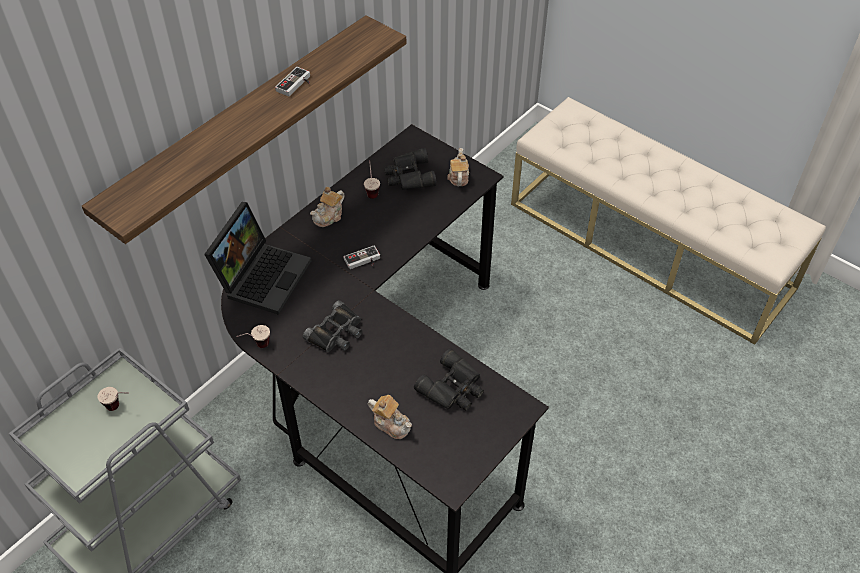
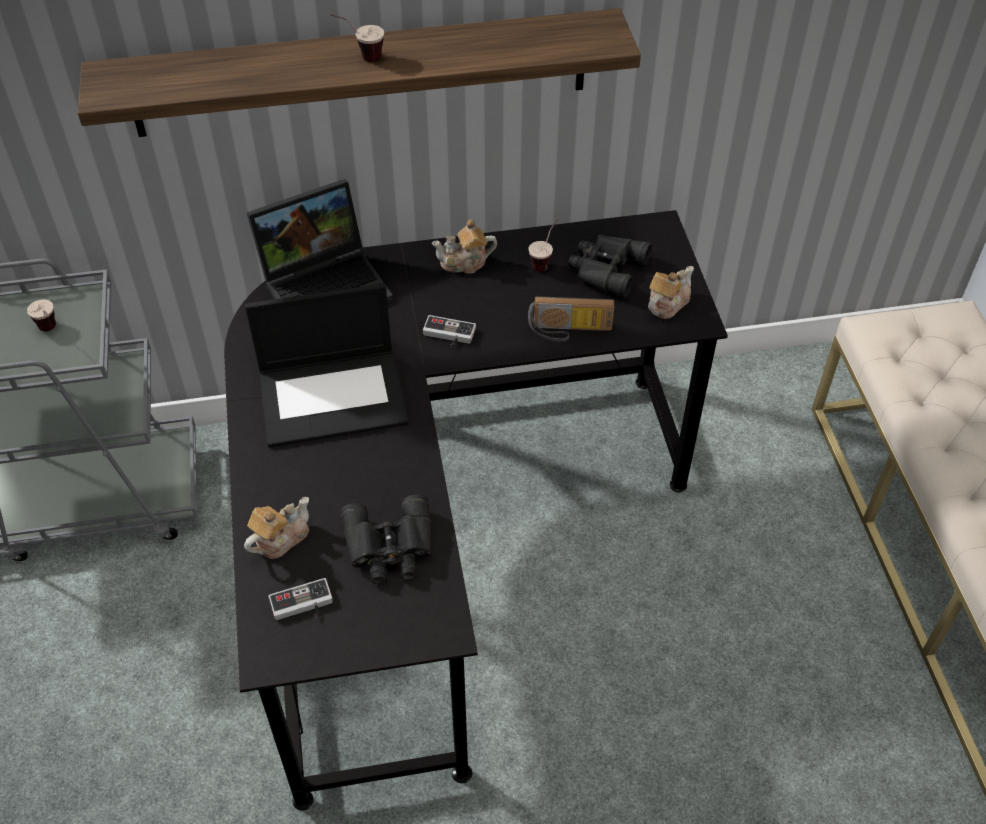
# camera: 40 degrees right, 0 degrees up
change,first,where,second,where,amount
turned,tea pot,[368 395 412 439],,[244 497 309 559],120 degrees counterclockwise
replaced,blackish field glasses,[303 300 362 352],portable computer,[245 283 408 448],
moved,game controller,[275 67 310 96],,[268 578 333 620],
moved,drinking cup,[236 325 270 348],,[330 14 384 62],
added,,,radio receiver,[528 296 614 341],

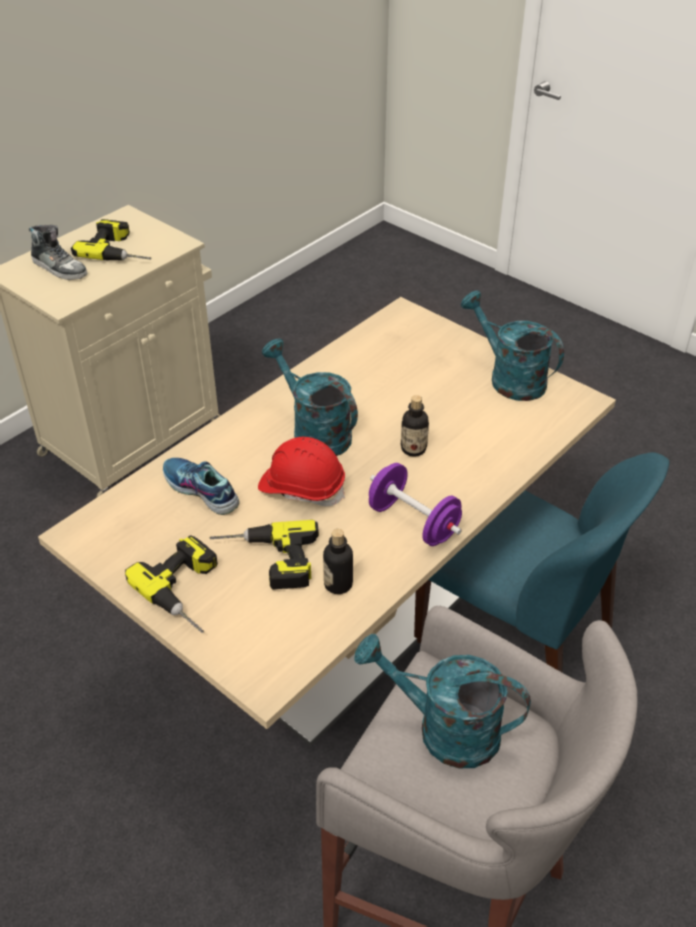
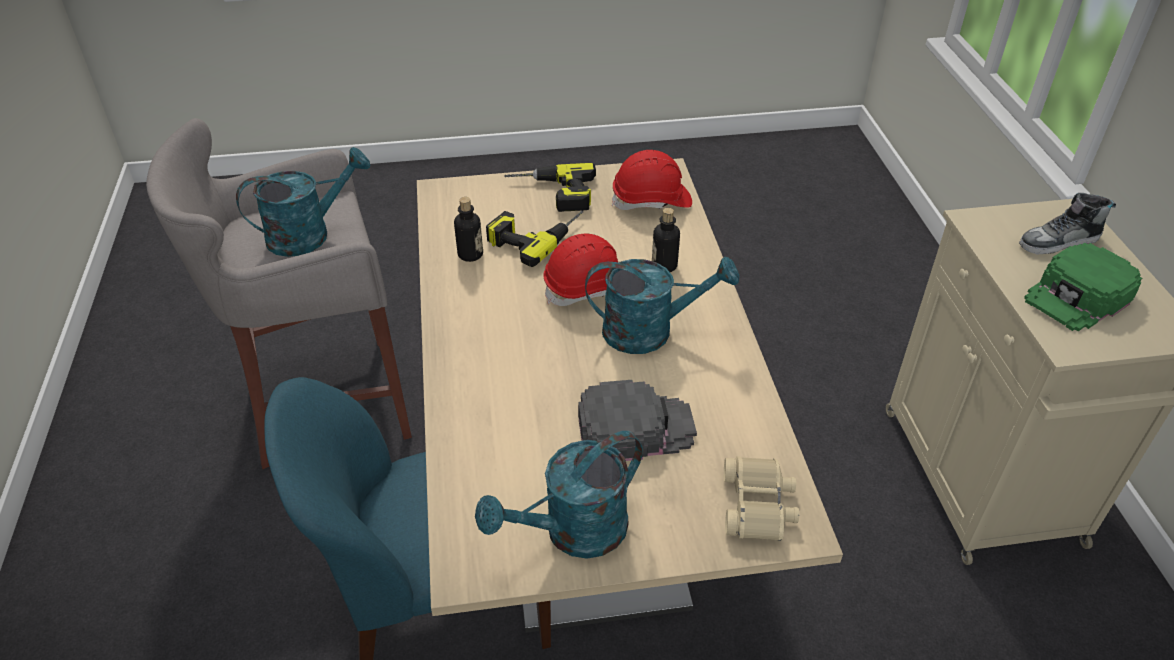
# camera: 130 degrees right, 0 degrees up
change,first,where,second,where,amount
turned,blue-green watering pot,[461 290 564 401],,[475 431 643 559],150 degrees clockwise
added,,,blackish cap,[578 380 697 461],
added,,,red safety helmet,[612 150 692 210],
moved,bottle,[401 395 429 457],,[652 208 680 272],
added,,,sand-coloured field glasses,[724 456 799 541],
replaced,power drill,[71 219 152 260],green-coloured cap,[1024 243 1142 331],
removed,item of footwear,[163 458 240 515],,,
removed,purple-coloured hand weight,[369 463 462 546],,,

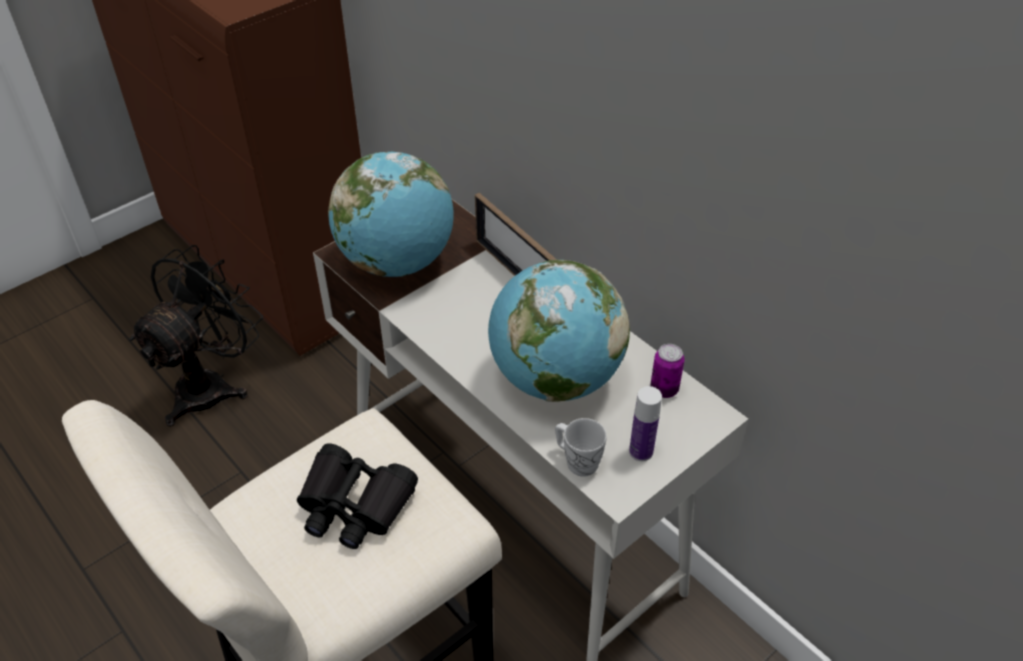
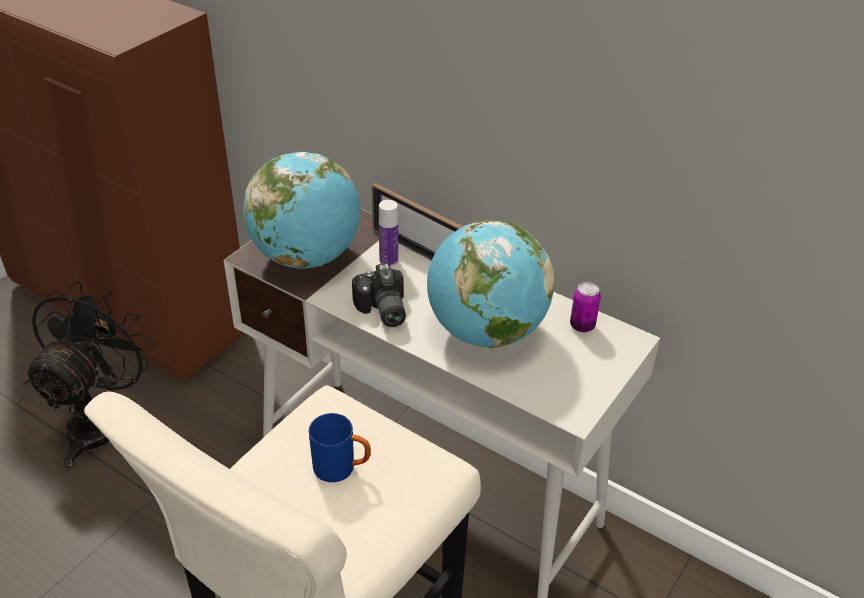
# camera: 15 degrees left, 5 degrees down
change,first,where,second,where,amount
replaced,blackish field glasses,[297 443 418 549],bluish coffee mug,[309 413 371 482],
added,,,photo camera,[352 263 406 327],
moved,bottle,[629 386 662 461],,[379 200 398 266],
removed,white-coloured coffee mug,[555 418 607 477],,,

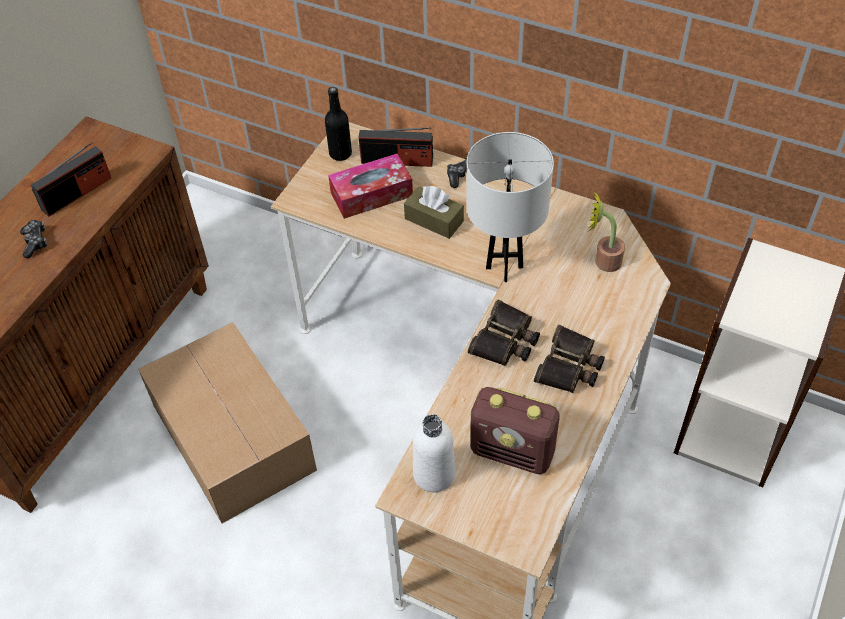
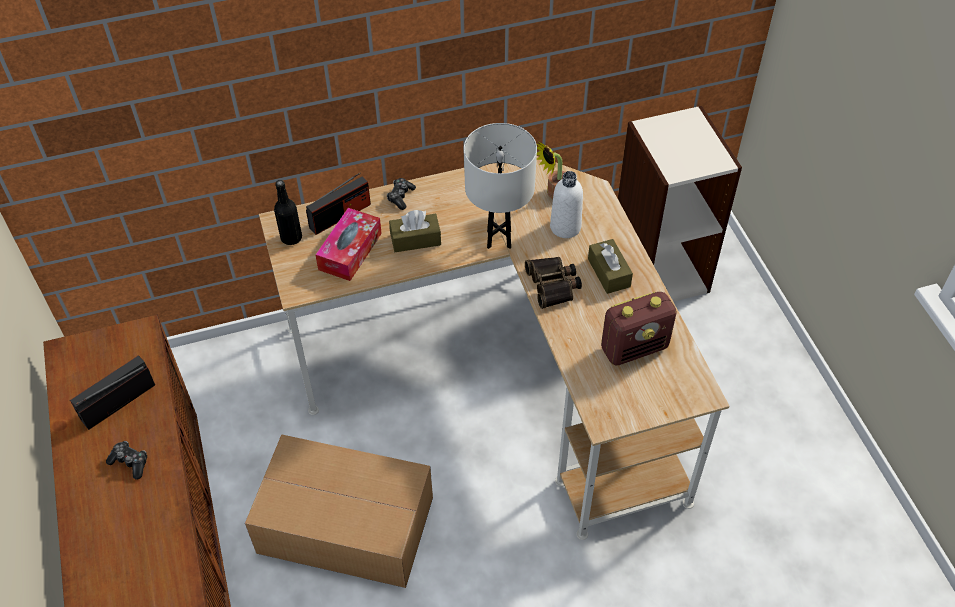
# camera: 45 degrees left, 0 degrees up
change,first,where,second,where,amount
turned,radio receiver,[31 142 111 217],,[70 355 155 430],135 degrees counterclockwise
moved,white-coloured bottle,[413 414 455 492],,[550 171 583 238],
replaced,field glasses,[534 324 605 393],brown-coloured tissue box,[588 239 633 294],

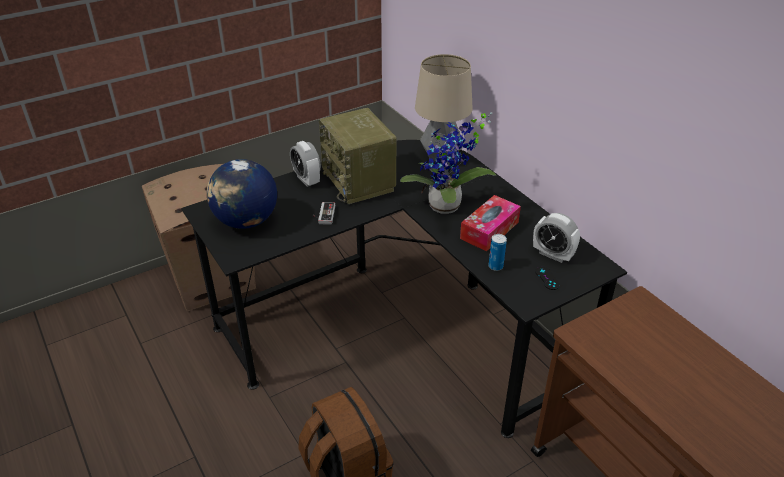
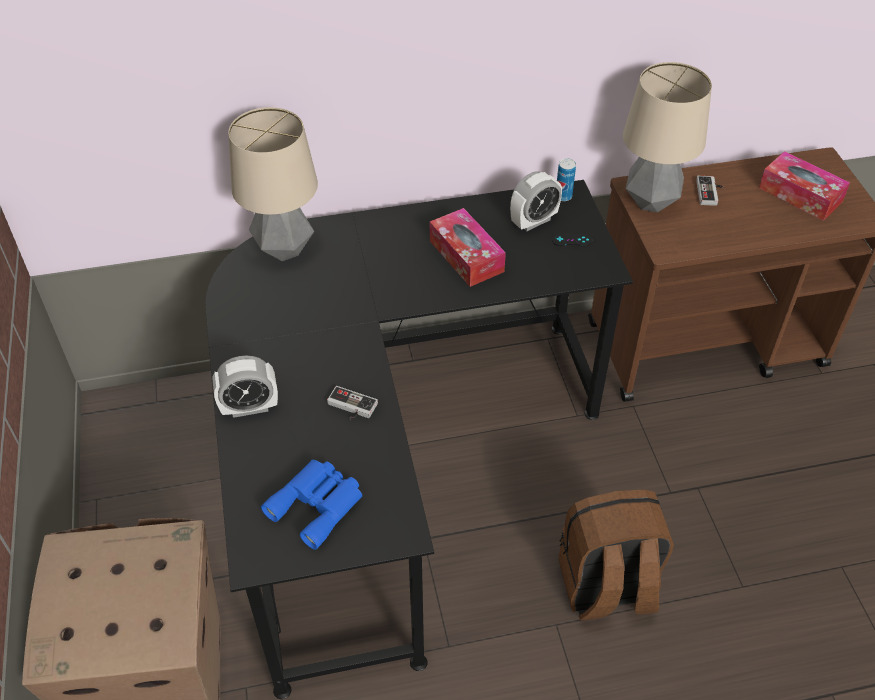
# camera: 70 degrees left, 10 degrees up
change,first,where,second,where,amount
replaced,globe,[207 159 277 229],bluish field glasses,[261 460 362 550],
moved,can,[489 234 507 271],,[557 158 576 201],
added,,,table lamp,[623 62 712 212],
added,,,game controller,[696 176 723 206],
added,,,tissue box,[759 151 850 221],
removed,radio receiver,[319 108 397 204],,,
removed,plant in a pot,[400 112 496 214],,,

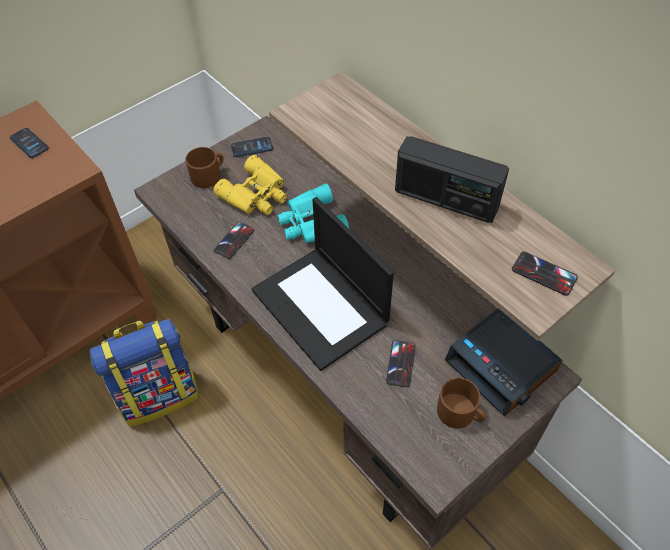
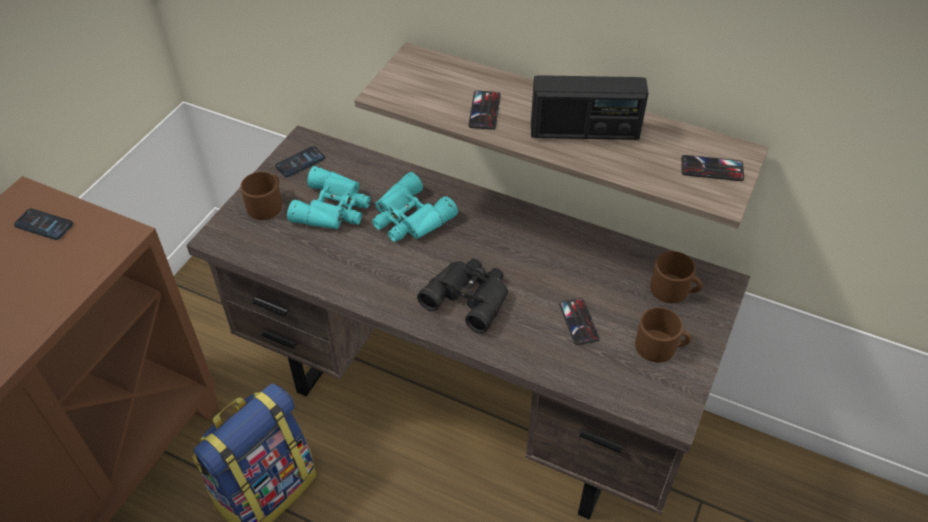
# camera: 25 degrees left, 5 degrees down
change,first,where,second,where,amount
recoloured,yellowish field glasses,[213 155 287 215],blue-green field glasses,[287 166 370 229],
replaced,portable computer,[251 197 394 371],blackish field glasses,[417 259 508 334],
moved,phone,[214 222 254 259],,[468 91 500 130],
replaced,alarm clock,[445 309 563 417],brown-coloured coffee mug,[650 251 703 303],

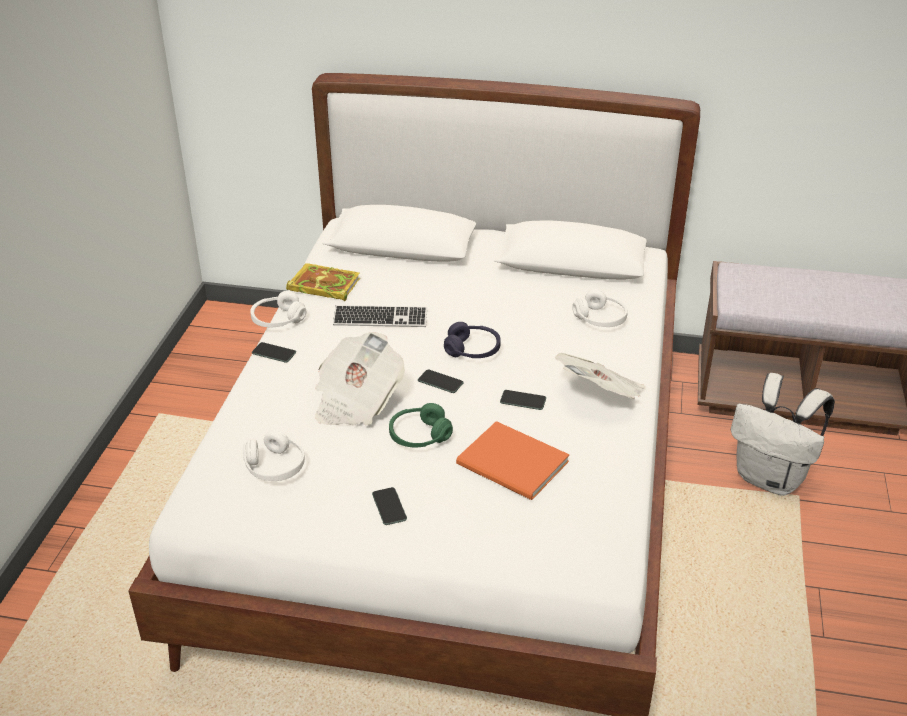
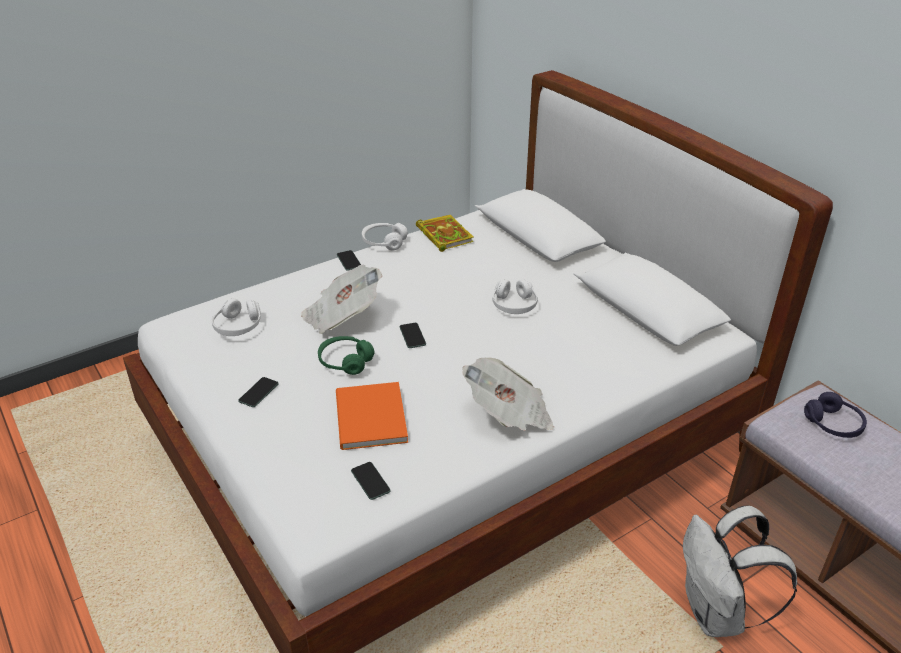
# camera: 45 degrees right, 0 degrees up
change,first,where,second,where,amount
moved,phone,[500 390 546 410],,[351 462 391 500],
moved,white-coloured headphones,[572 289 628 327],,[493 279 538 314],
moved,purple-coloured headphones,[444 322 501 358],,[804 392 867 438],
removed,keyboard,[333 305 427 327],,,

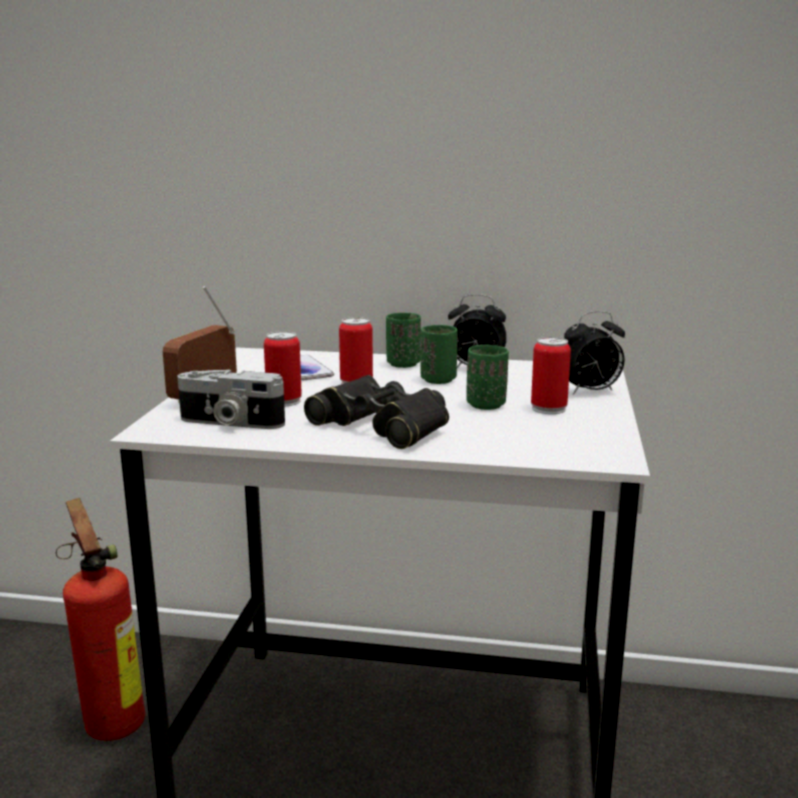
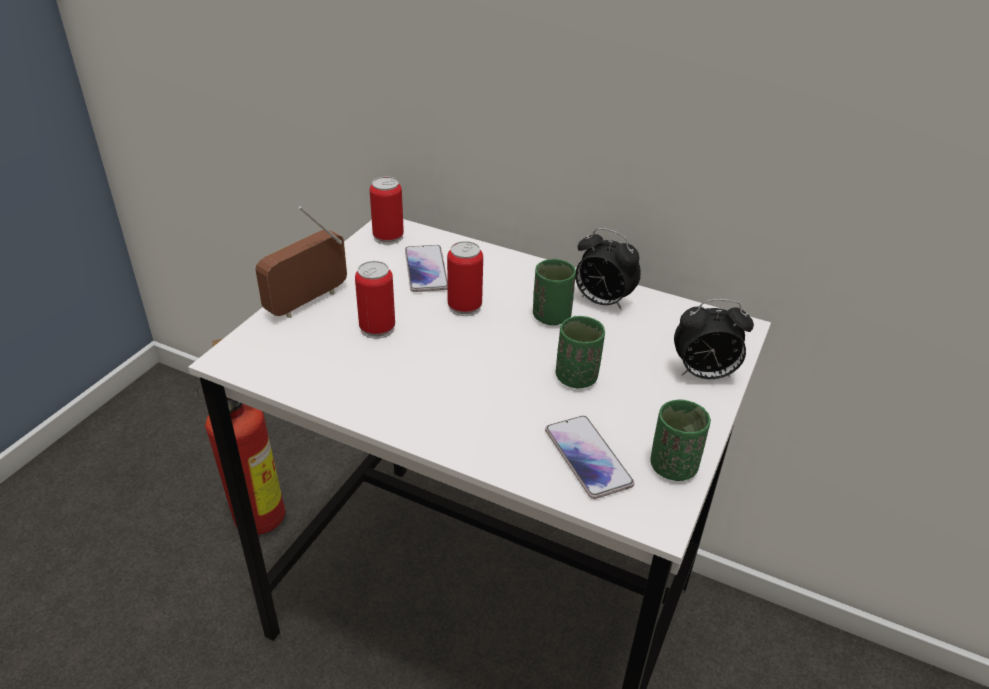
# camera: 15 degrees right, 20 degrees up
change,first,where,second,where,amount
moved,can,[531 337 571 414],,[370 177 404 245],
added,,,phone,[545 416 634 499],
moved,green-coloured drinking cup,[386 313 421 368],,[650 400 711 481],
removed,photo camera,[178 370 285 429],,,
removed,blackish field glasses,[304 375 449 449],,,

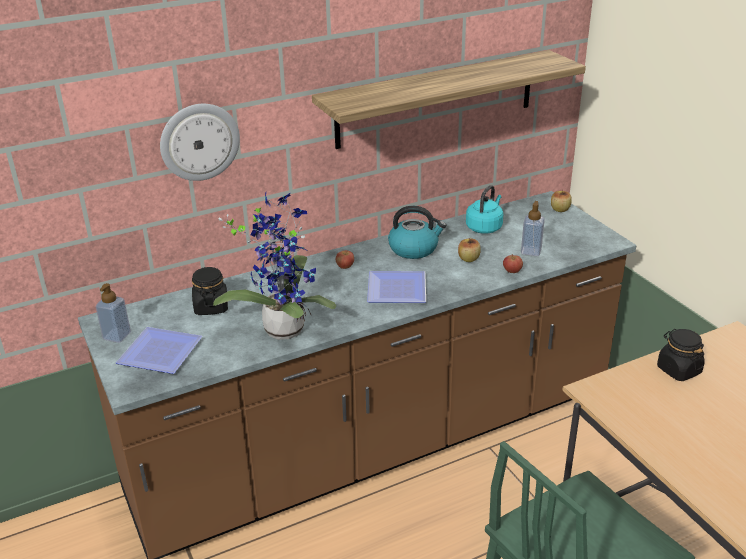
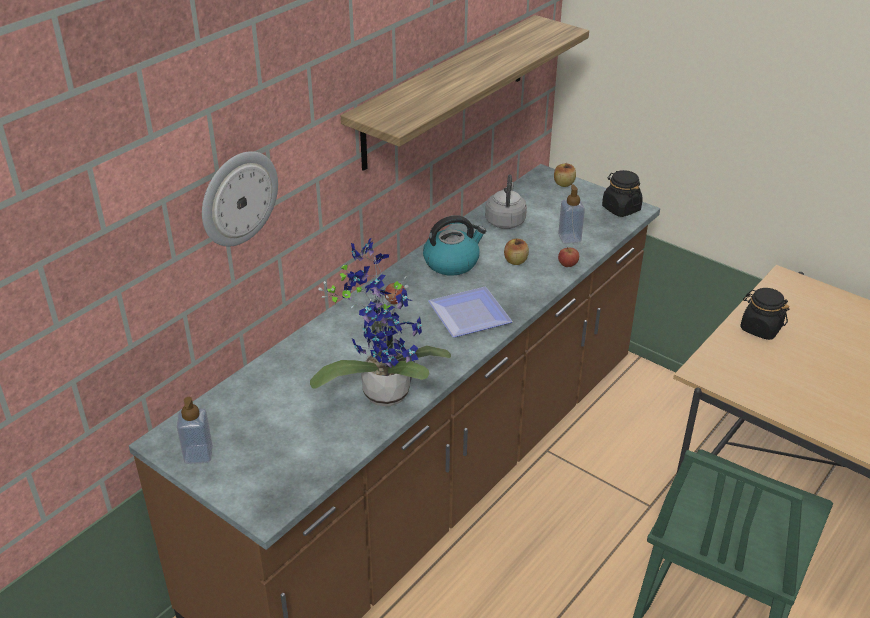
# camera: 25 degrees left, 5 degrees up
change,first,where,second,where,amount
recoloured,blue-green water kettle,[466 185 503 234],greyish water kettle,[485 174 527 229],
moved,blackish storage jar,[192 267 228 315],,[602 170 643 217],
removed,flat dish,[116 327 203 374],,,

